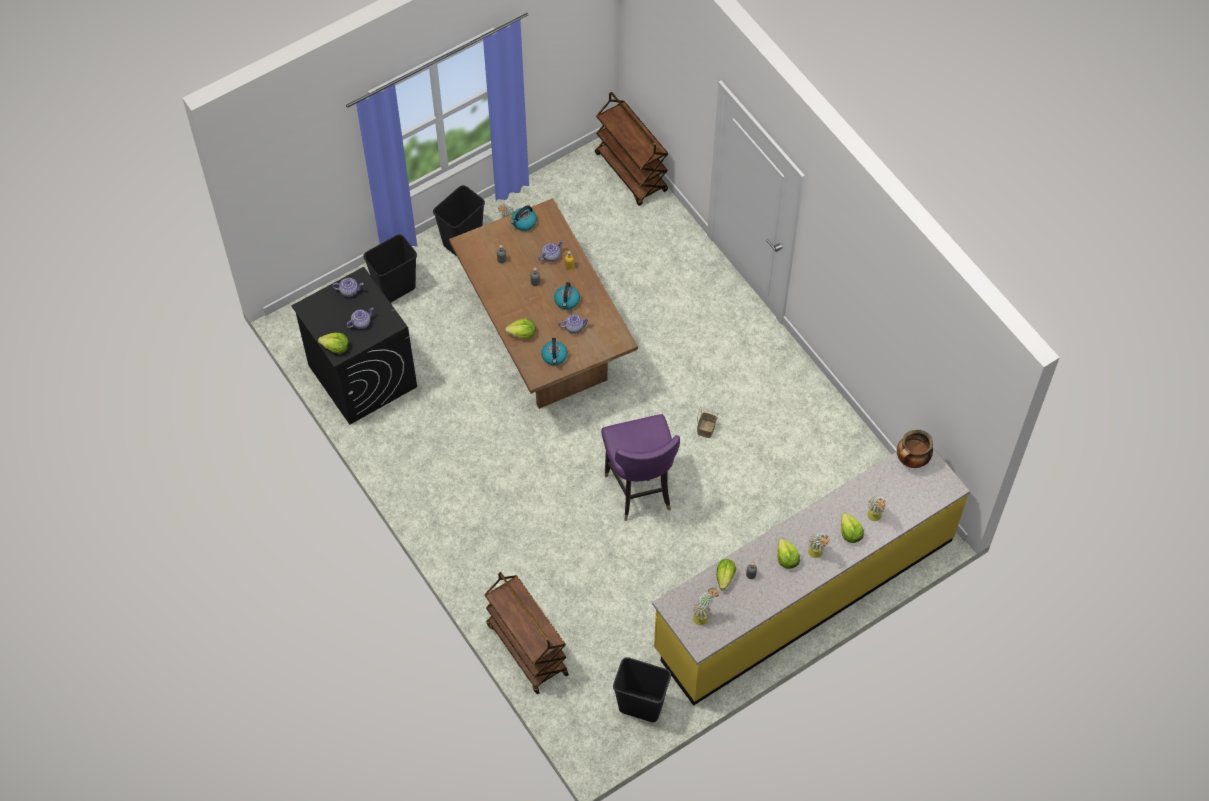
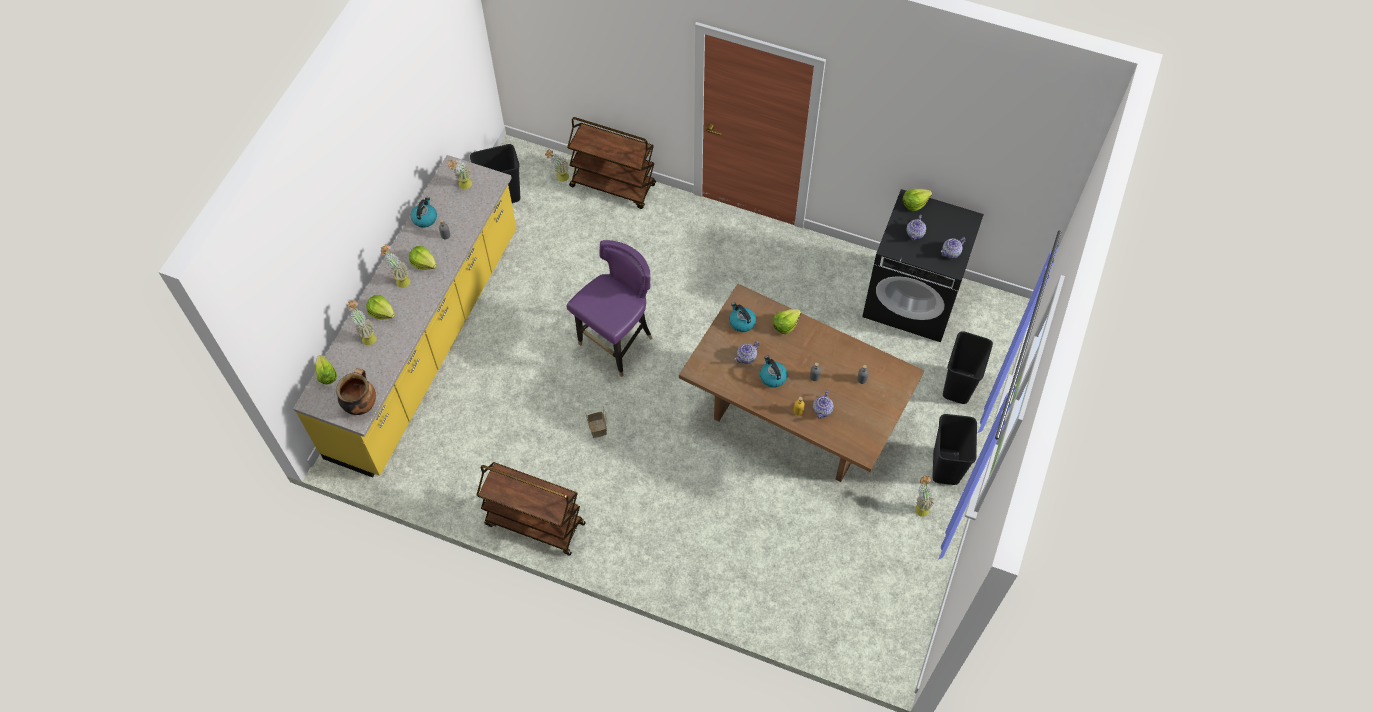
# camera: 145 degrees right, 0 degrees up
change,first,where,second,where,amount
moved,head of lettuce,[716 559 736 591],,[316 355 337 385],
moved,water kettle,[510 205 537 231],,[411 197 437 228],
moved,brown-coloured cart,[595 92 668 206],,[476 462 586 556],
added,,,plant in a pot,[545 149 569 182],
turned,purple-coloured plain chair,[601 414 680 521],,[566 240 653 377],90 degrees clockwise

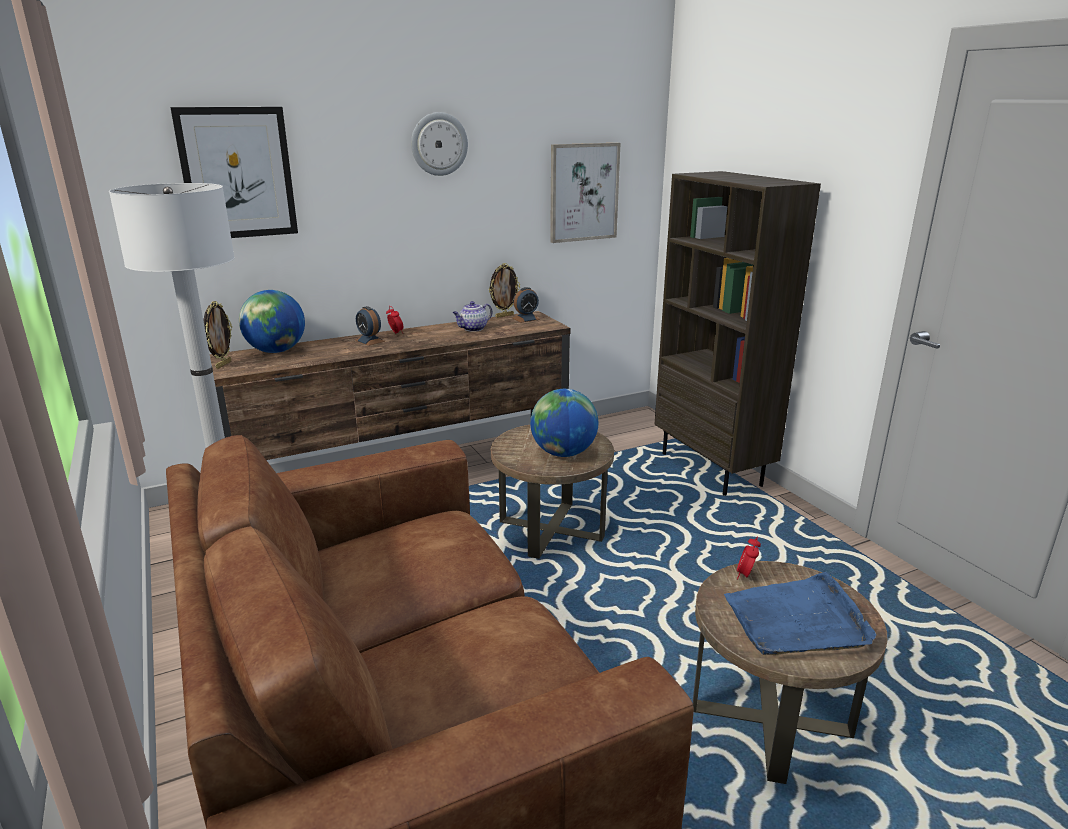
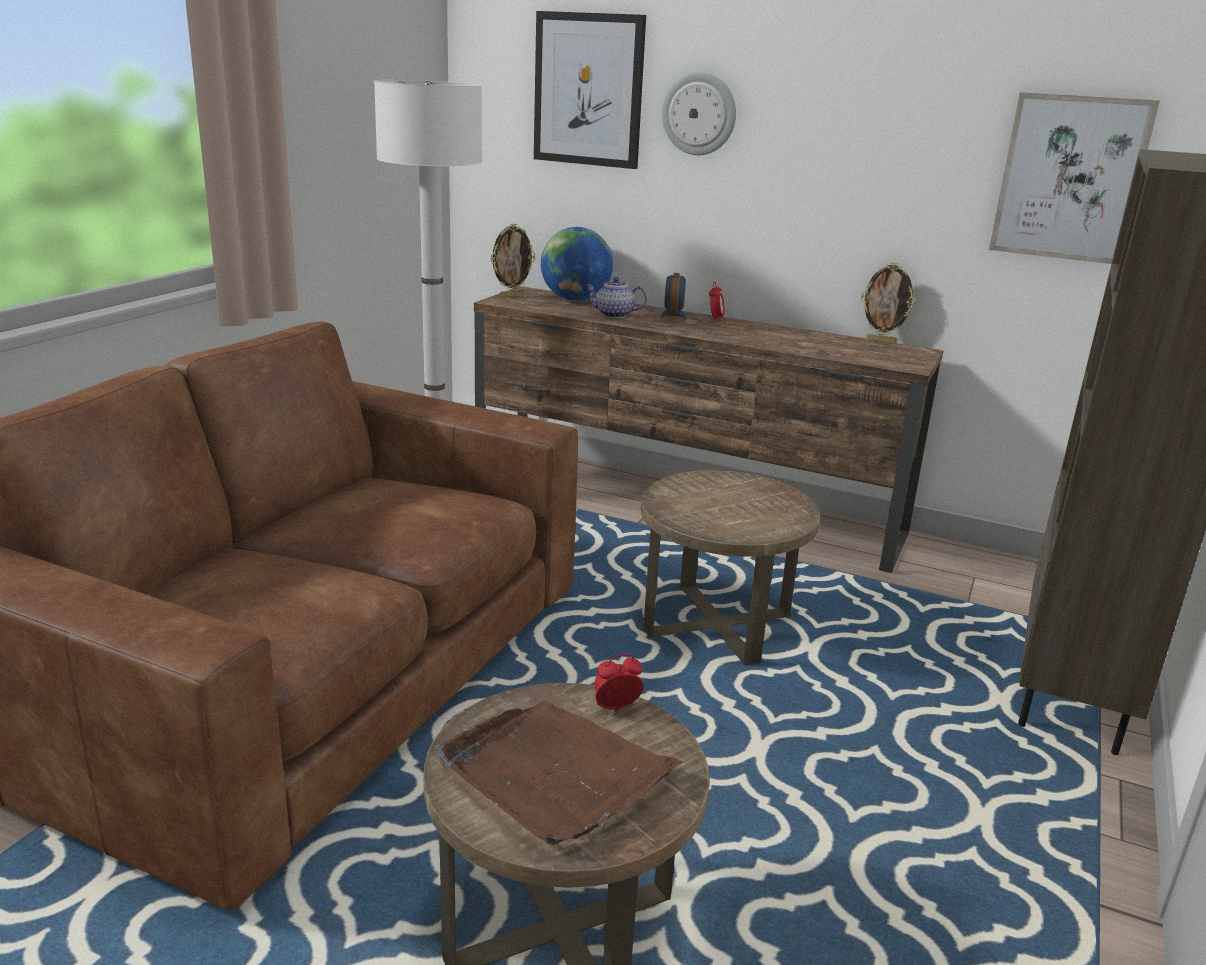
# camera: 50 degrees right, 0 degrees up
change,first,where,second,where,amount
recoloured,bluish serving tray,[724 572 876 655],brown-coloured serving tray,[438 701 684 845],
moved,tea pot,[453 301 492 332],,[585 277 647 318],
moved,wall clock,[411 112 468 176],,[662 72 736 155],
removed,alarm clock,[512 287 540 323],,,
removed,globe,[530 389 598 457],,,

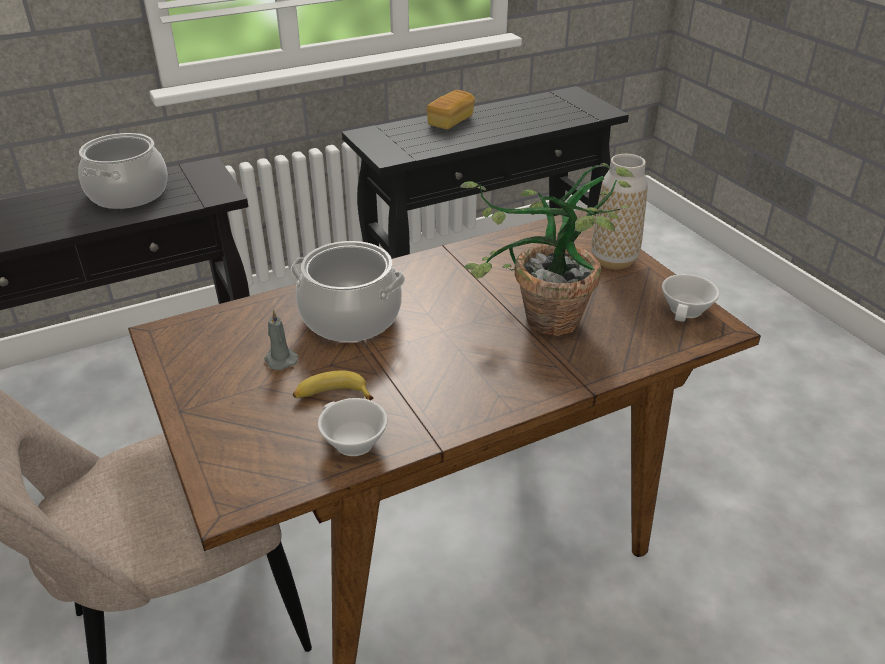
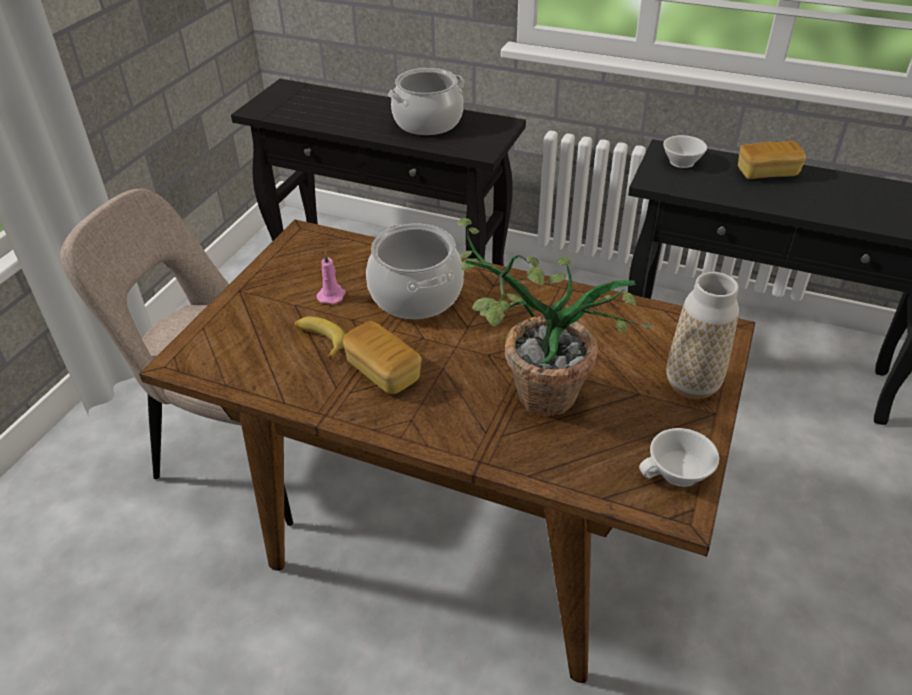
# camera: 50 degrees right, 5 degrees up
change,first,where,second,where,amount
recoloured,greyish wax light,[264 309 298 370],pinkish wax light,[316 252 346 304],
added,,,baked bread,[343 321 422 394],
moved,white-coloured drinking cup,[318 398 387 456],,[663 135 707 168],

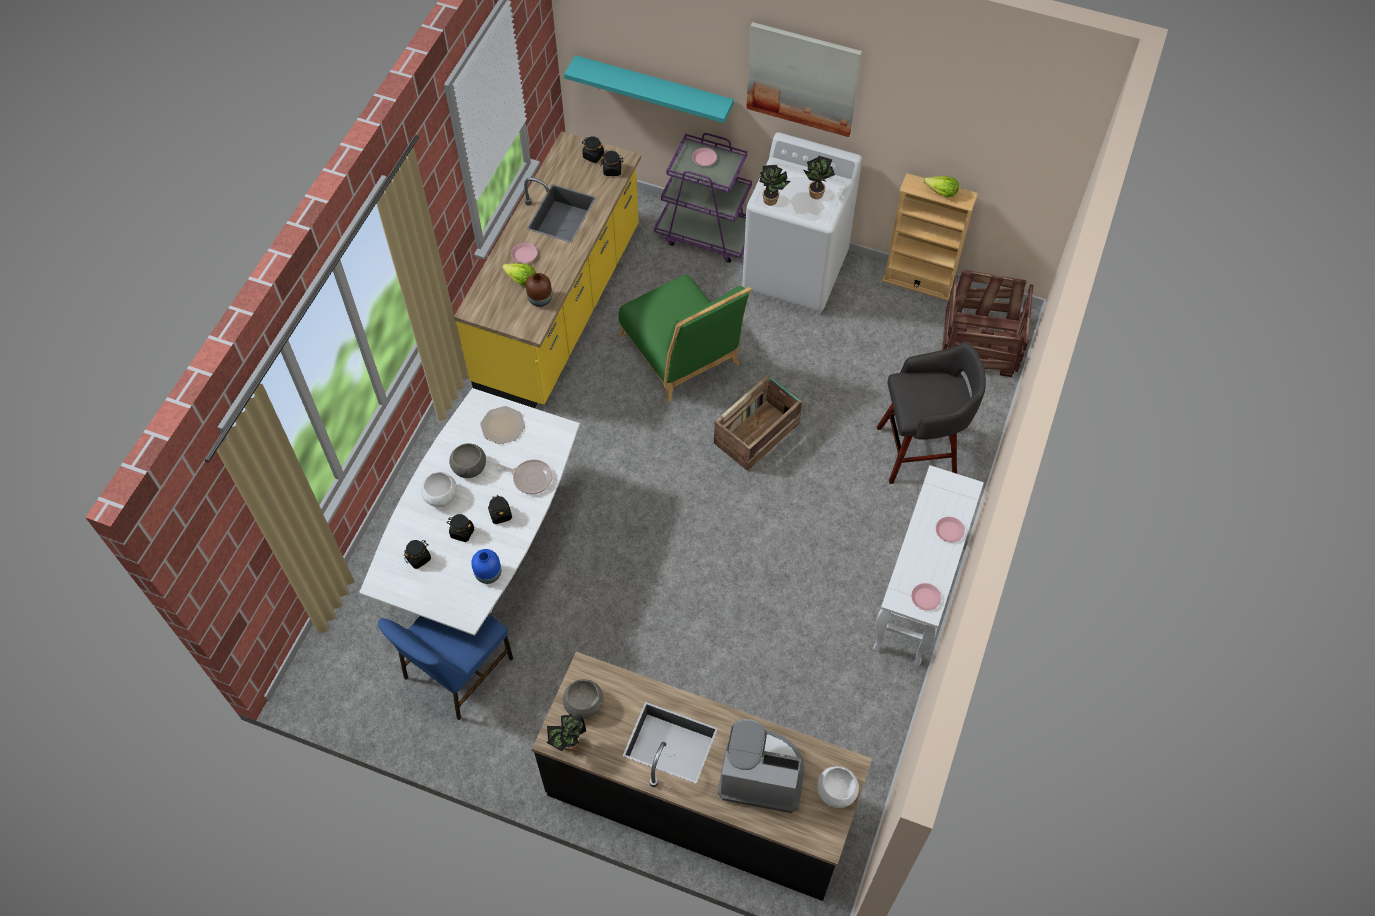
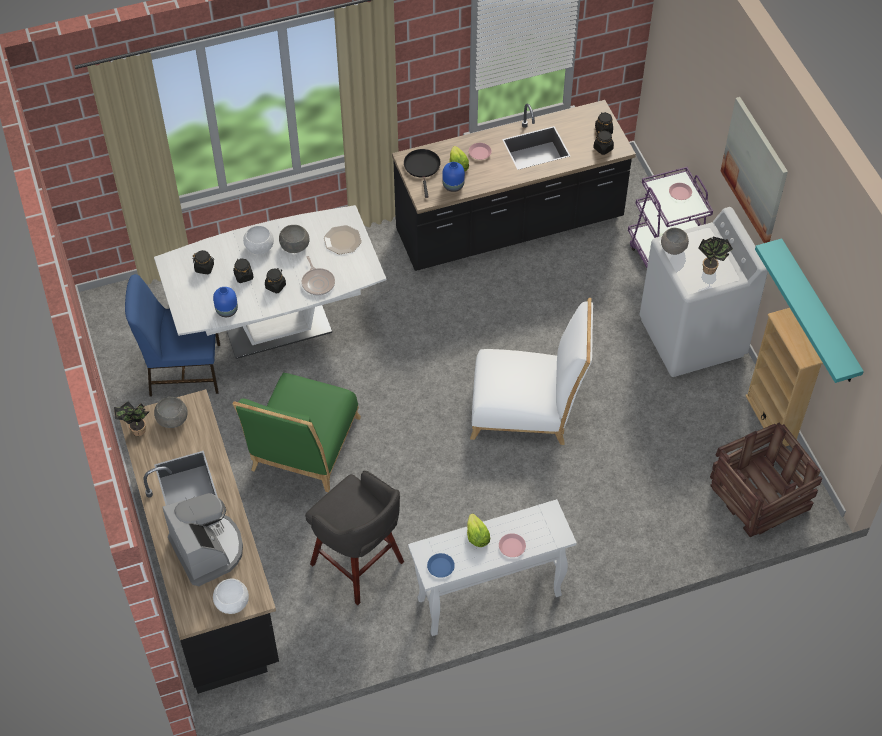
# camera: 50 degrees right, 5 degrees down
change,first,where,second,where,amount
moved,green-coloured plain chair,[619 274 752 402],,[232 373 361 492],
moved,greyish sitting stool,[877 342 986 484],,[305 471 404 605],
recoloured,yellowish kitchen base unit,[454 131 641 408],blackish kitchen base unit,[392 100 636 271],
added,,,blackish skillet,[404 149 441 198],
recoloured,pinkish flat dish,[911 583 941 610],bluish flat dish,[427 553 455 578],
recoloured,brown-coloured decorative vase,[526 273 552 307],bluish decorative vase,[443 162 465 192],
moved,head of lettuce,[924 176 959 197],,[467 513 490 547],
replaced,shipping crate,[714 375 802 471],white-coloured plain chair,[470 298 593 445],
replaced,plant in a pot,[759 165 791 206],greyish bowl,[661 228 689 255],
moved,blue-green shelf,[564 55 734 123],,[755 238 864 383],

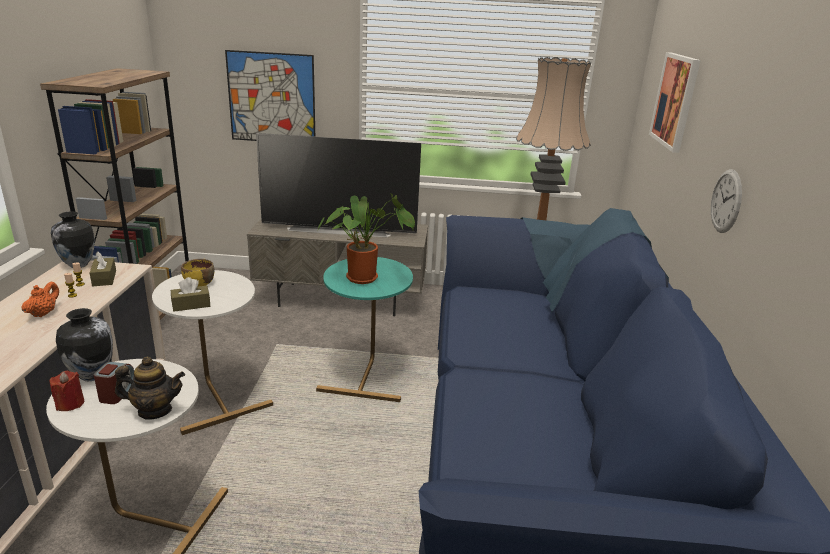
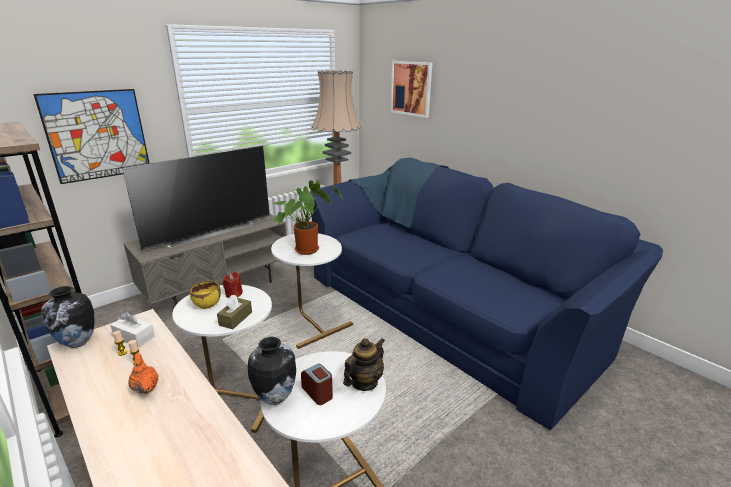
# camera: 45 degrees left, 0 degrees up
change,first,where,second,where,amount
recoloured,brown-coloured tissue box,[90 251 116 286],white-coloured tissue box,[110 312 155 347],
moved,red wax light,[49 371 84 411],,[222 272 243 298],
recoloured,blue-green side table,[316 257 413 402],white-coloured side table,[271 233 353 349],
removed,wall clock,[711 169 742 233],,,

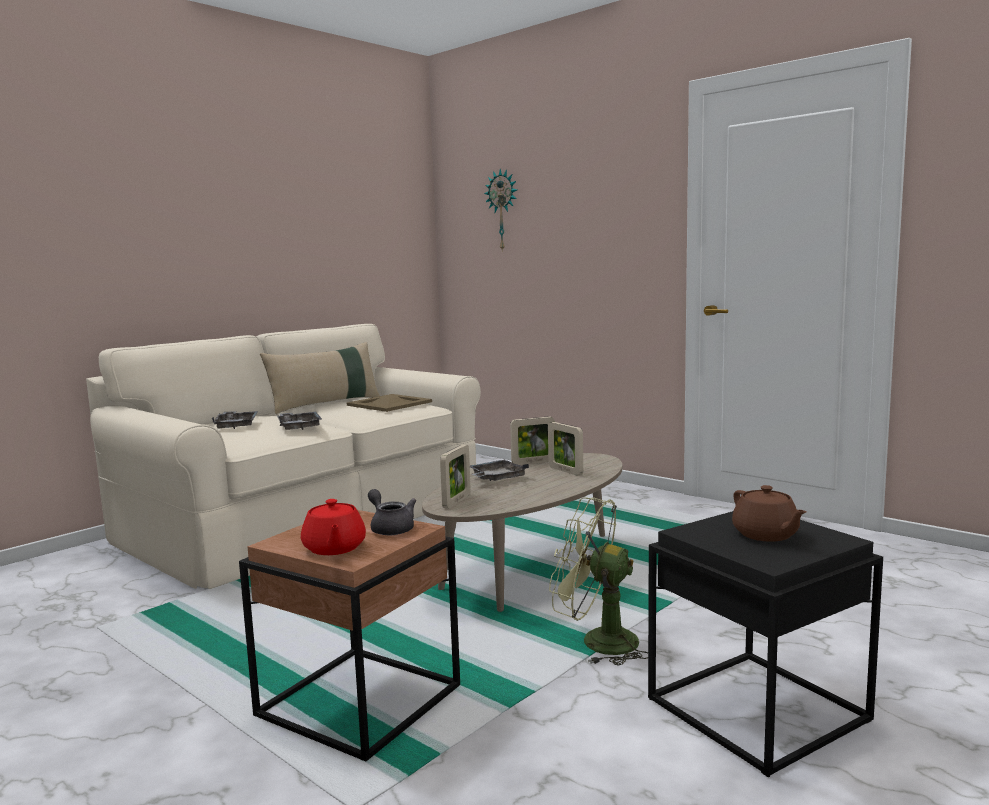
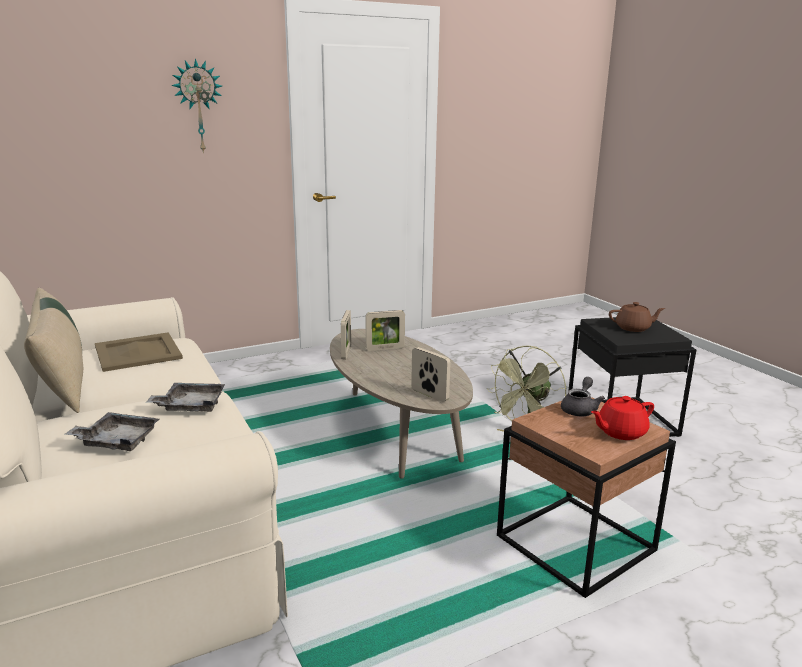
# camera: 70 degrees left, 10 degrees up
change,first,where,second,where,amount
moved,wall clock,[484 169 517 252],,[172 58 222 153],
turned,greyish tea pot,[368 489 416 536],,[561 377 605 416],135 degrees clockwise
turned,red tea pot,[301 499 366 555],,[591 396 654 440],150 degrees clockwise
removed,greyish serving tray,[470 460 529 481],,,

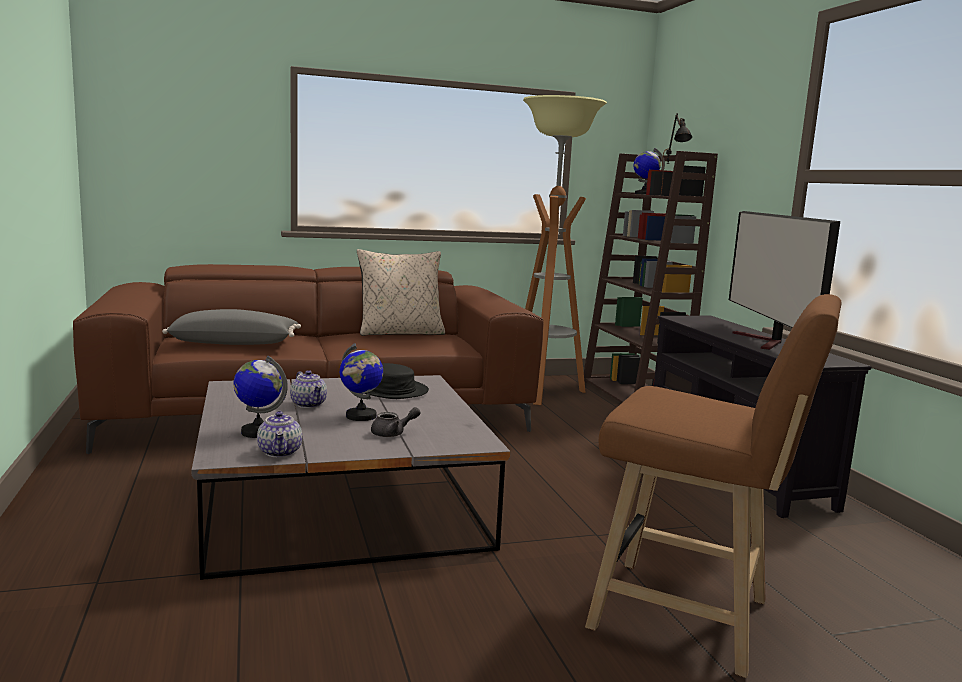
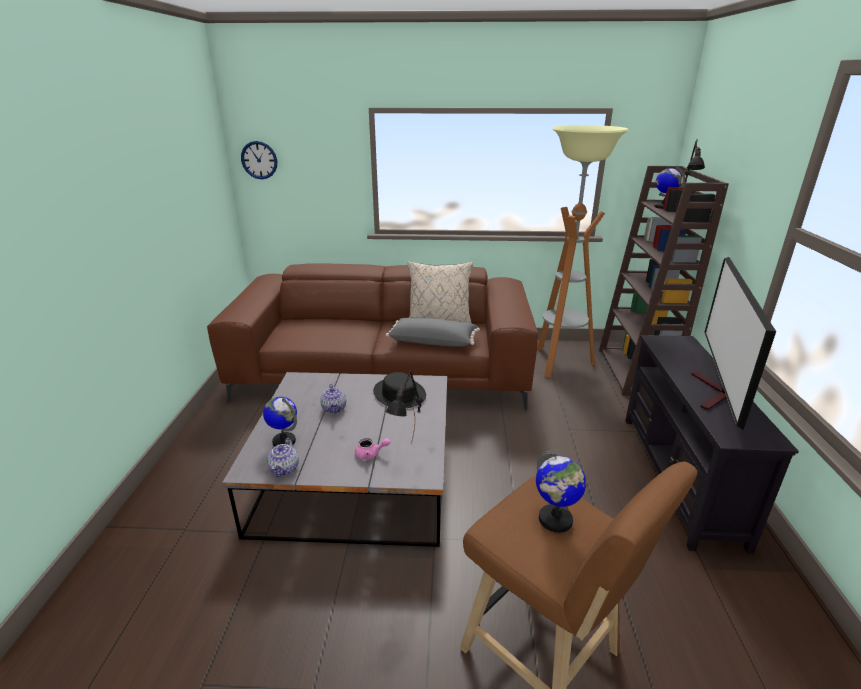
# camera: 20 degrees right, 15 degrees up
change,first,where,second,where,amount
added,,,wall clock,[241 141 277 179],
recoloured,greyish tea pot,[371 407 421 437],pinkish tea pot,[355 438 390 460],
moved,greyish cushion,[162 309 301 345],,[386 318 480 347],
added,,,blackish table lamp,[386 370 422 443],
moved,globe,[340 343 383 421],,[536 450 586 533],

